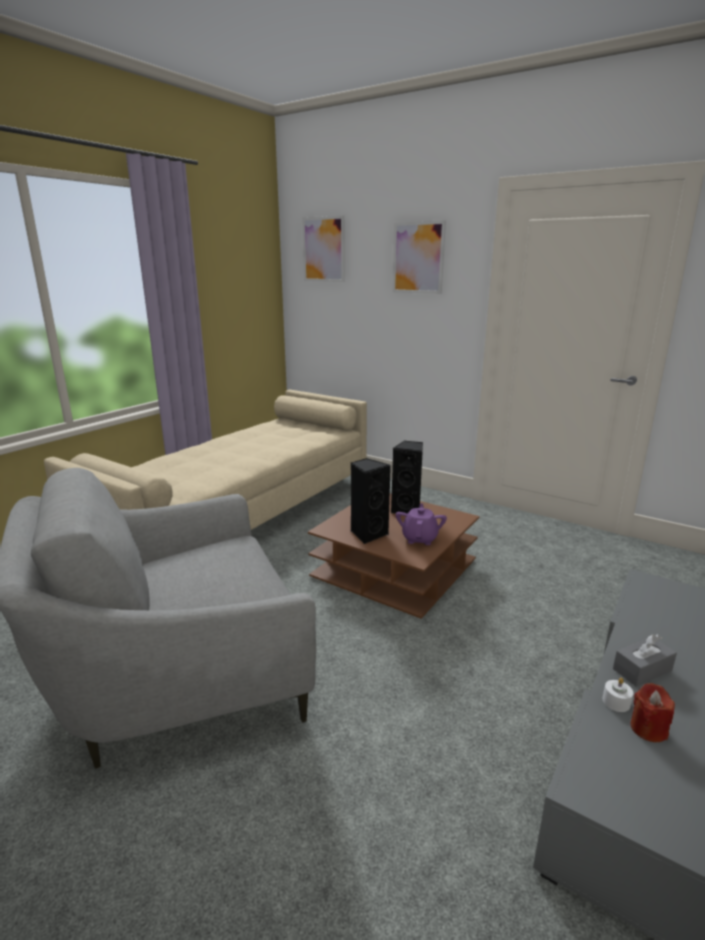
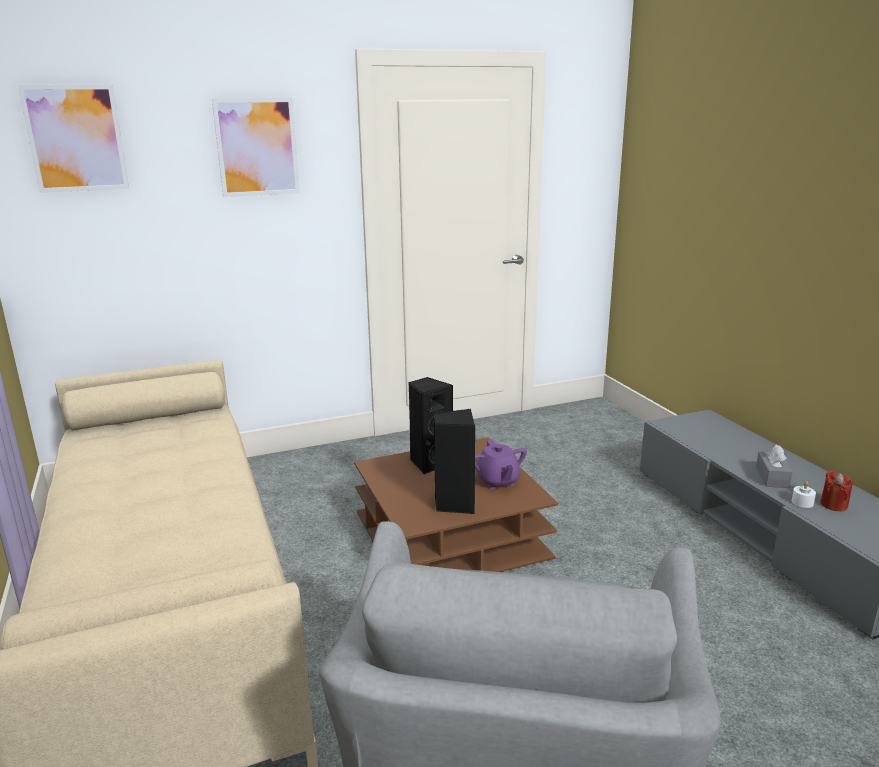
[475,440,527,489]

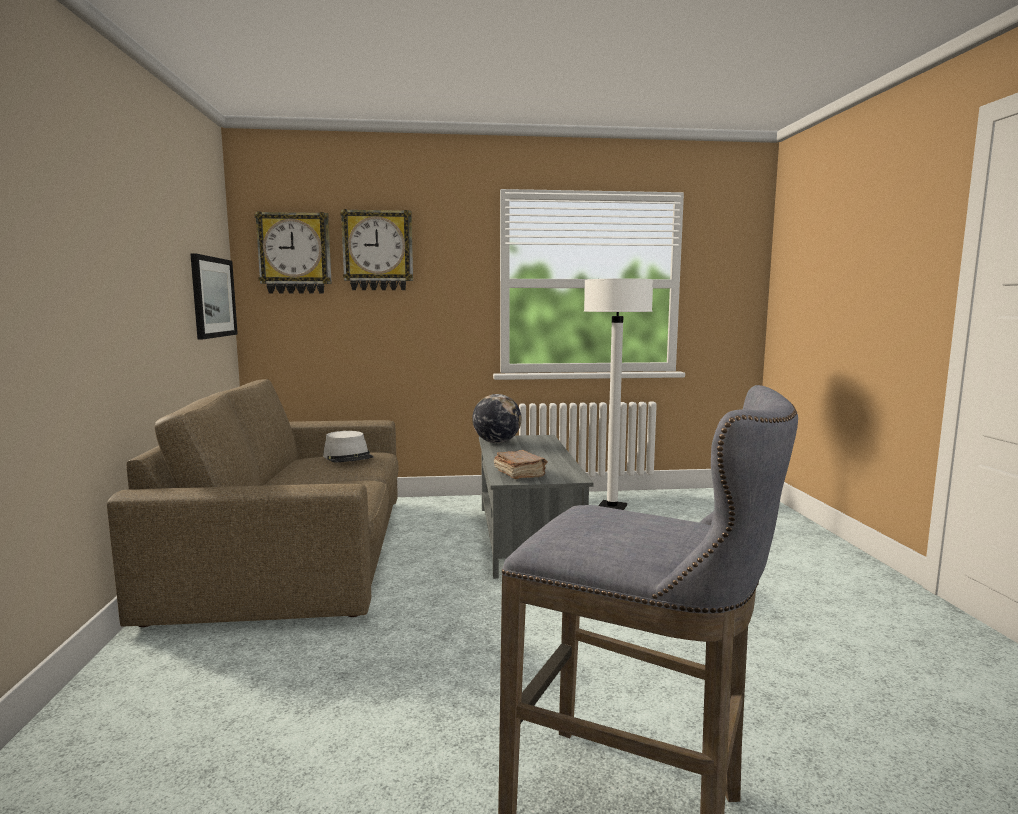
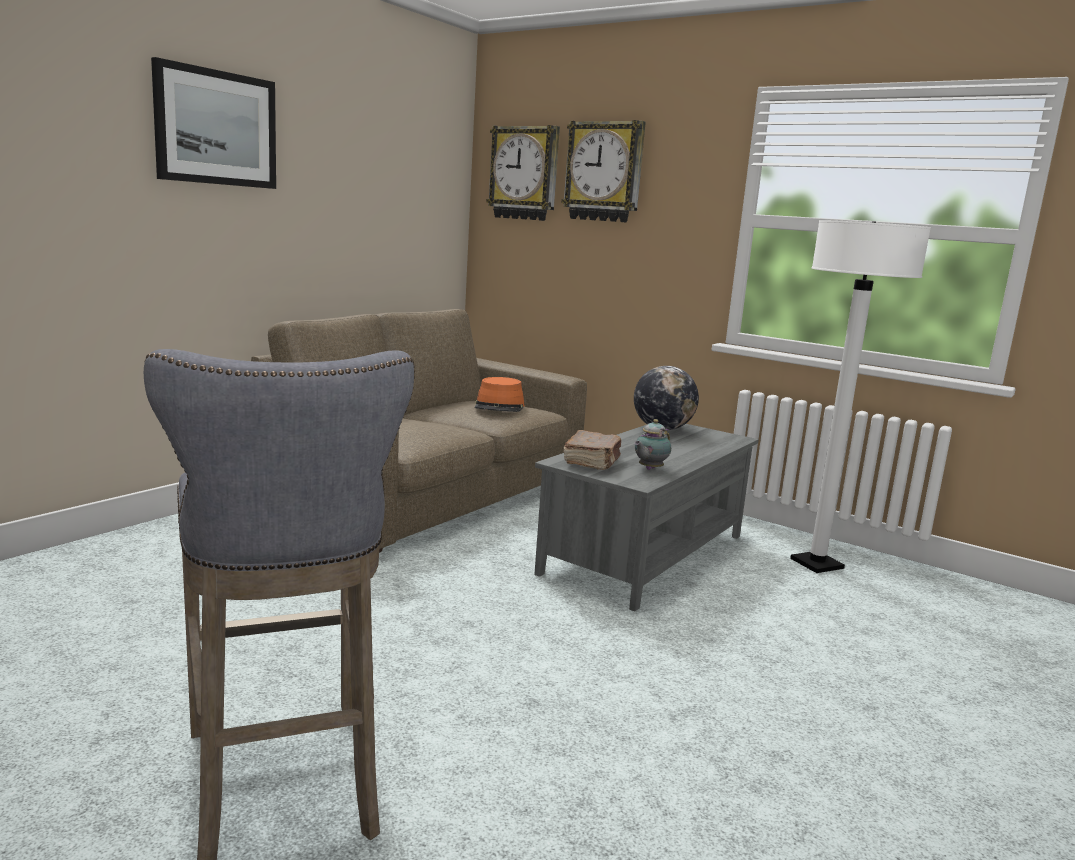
[151,57,276,189]
[475,377,524,412]
[634,419,671,470]

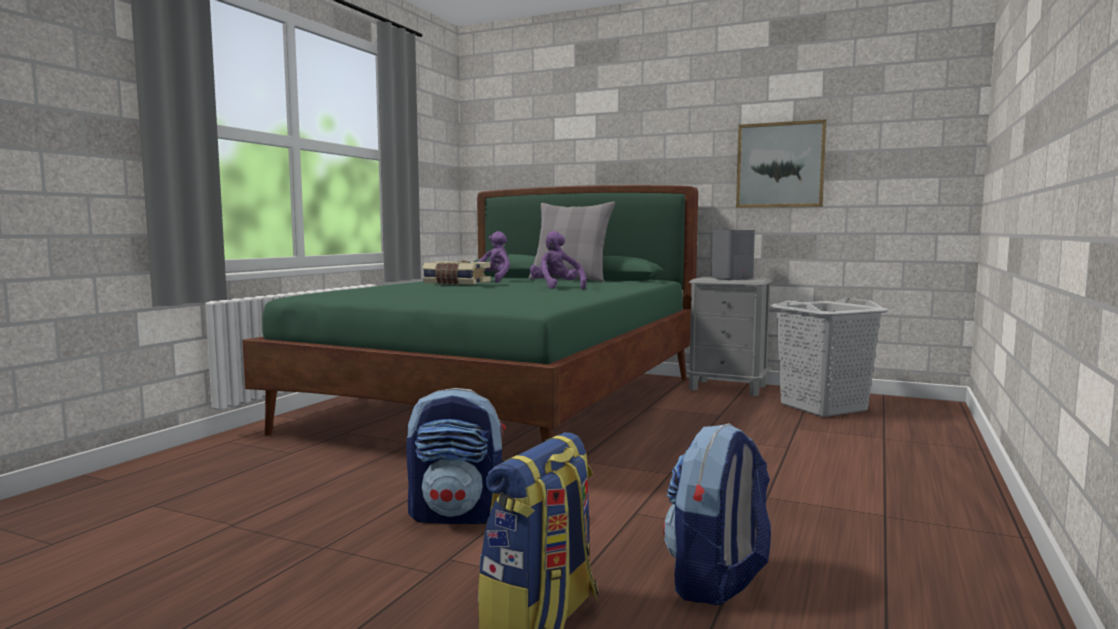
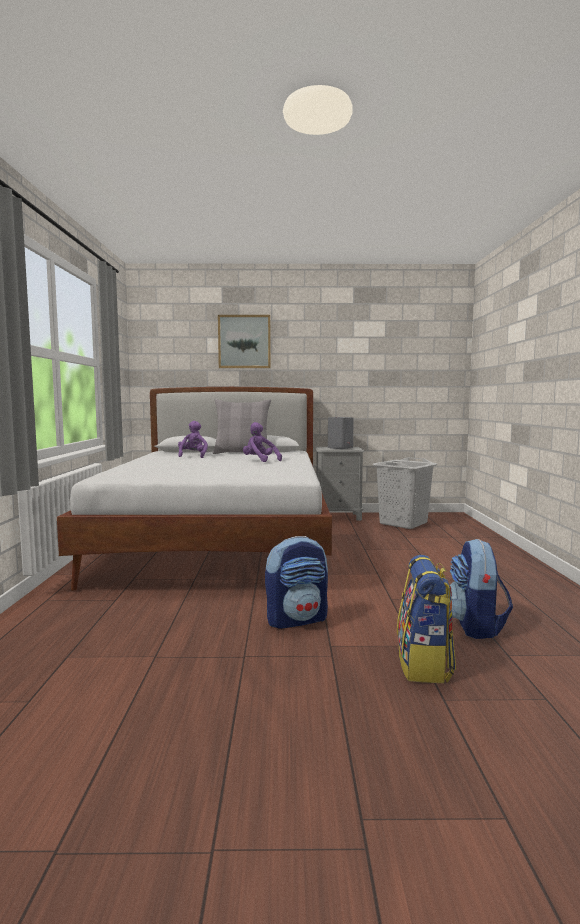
[57,387,332,591]
[218,315,271,368]
[423,260,491,285] (first image)

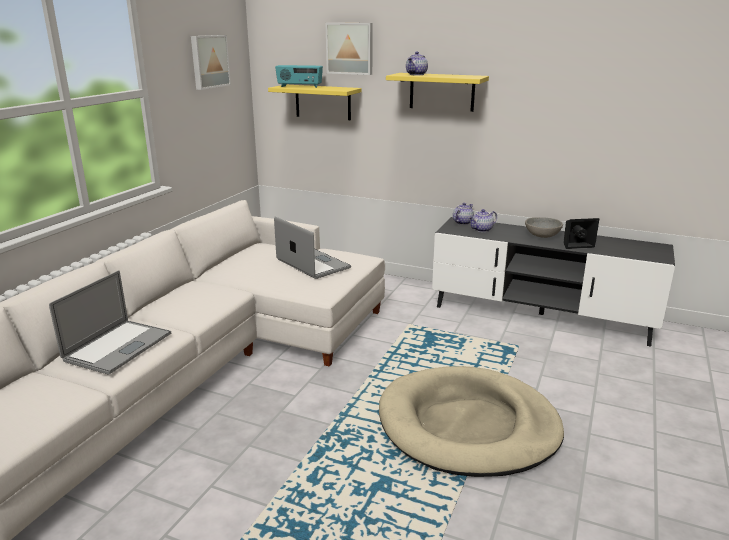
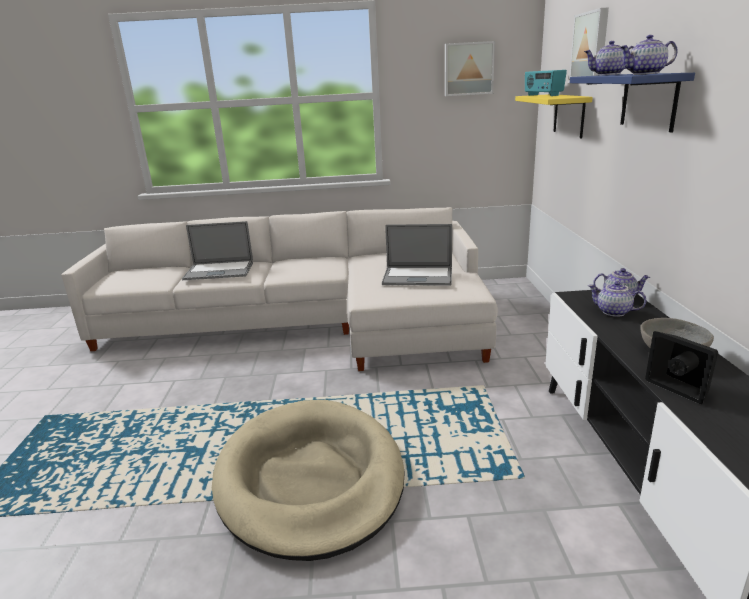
[382,224,452,286]
[570,73,695,132]
[620,35,678,75]

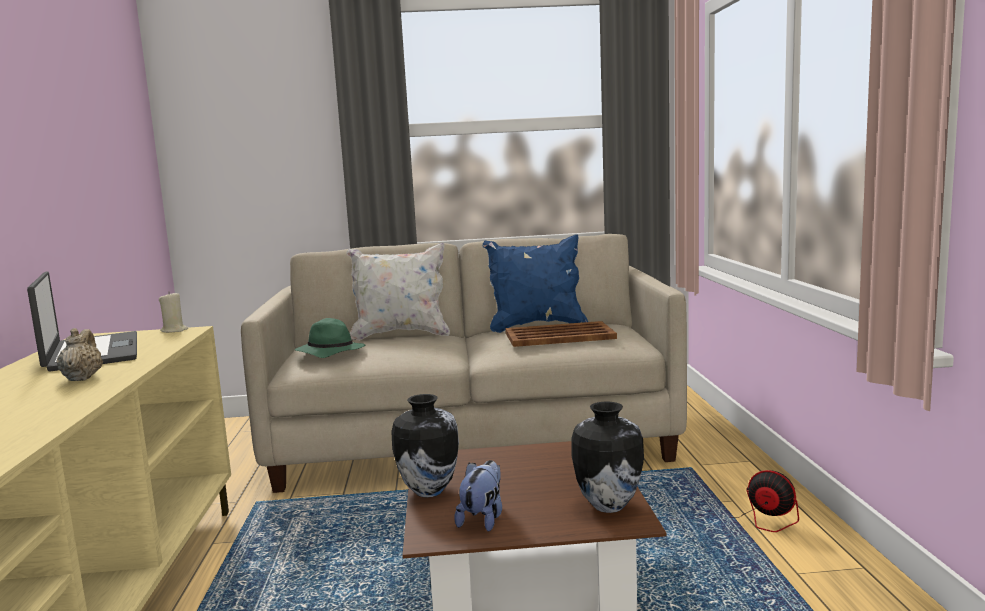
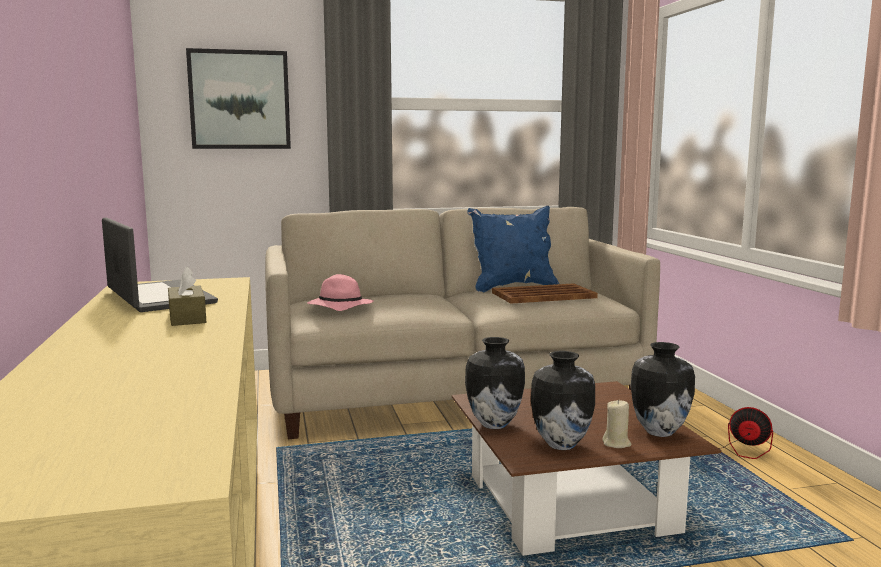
[168,266,206,326]
[186,48,291,149]
[307,274,374,311]
[531,351,595,450]
[602,399,631,448]
[346,243,450,341] (first image)

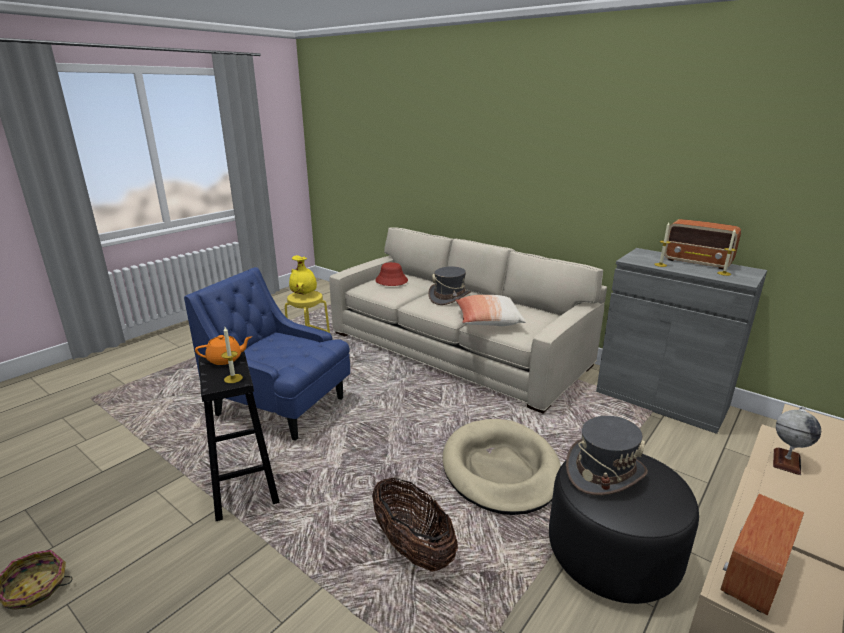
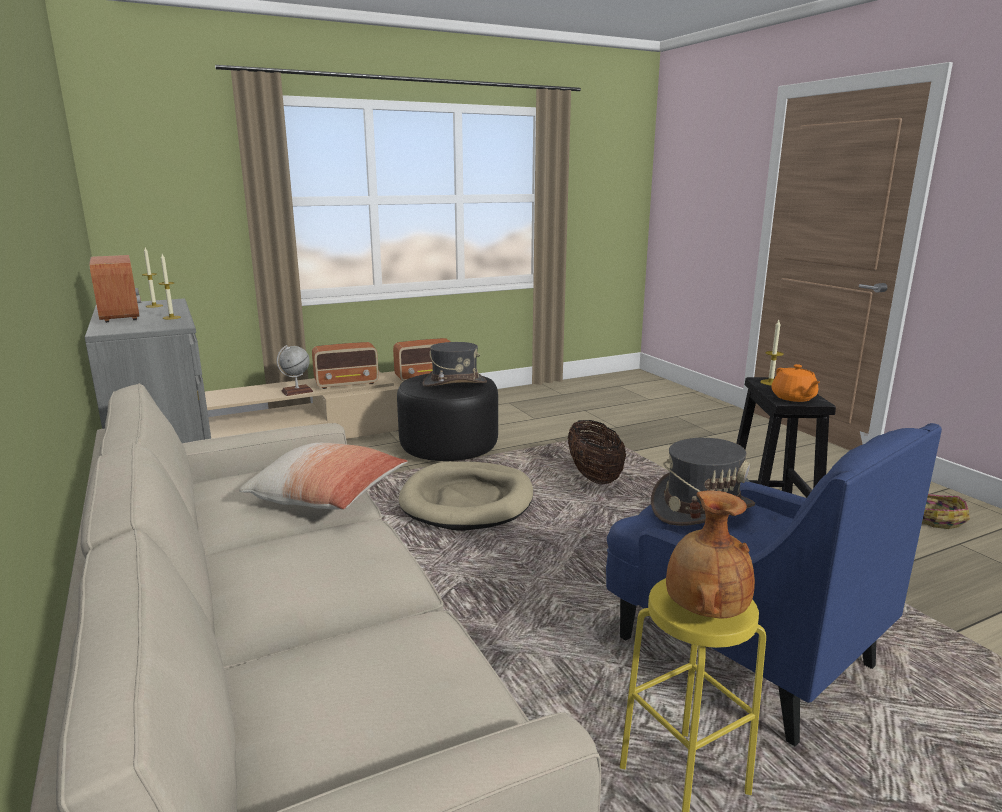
[312,342,379,389]
[651,438,755,526]
[666,490,755,619]
[771,364,820,402]
[375,262,408,286] (first image)

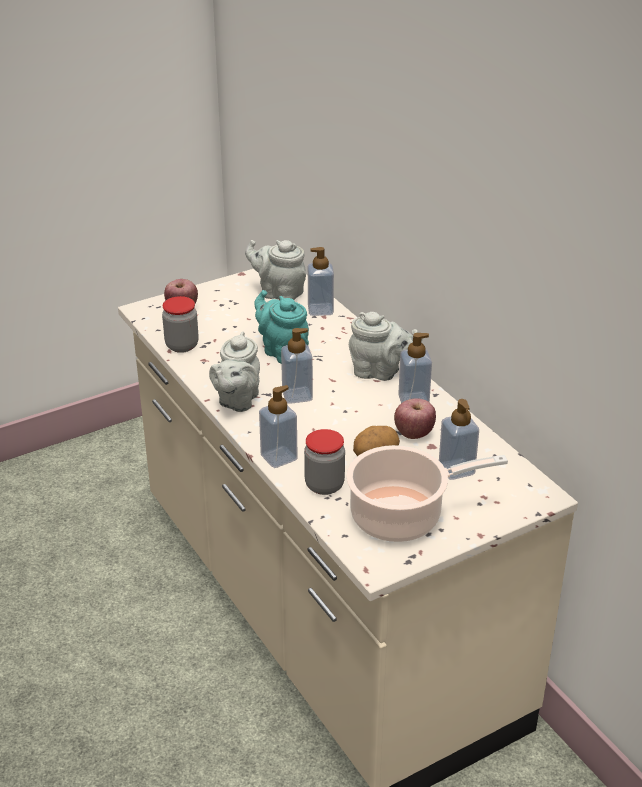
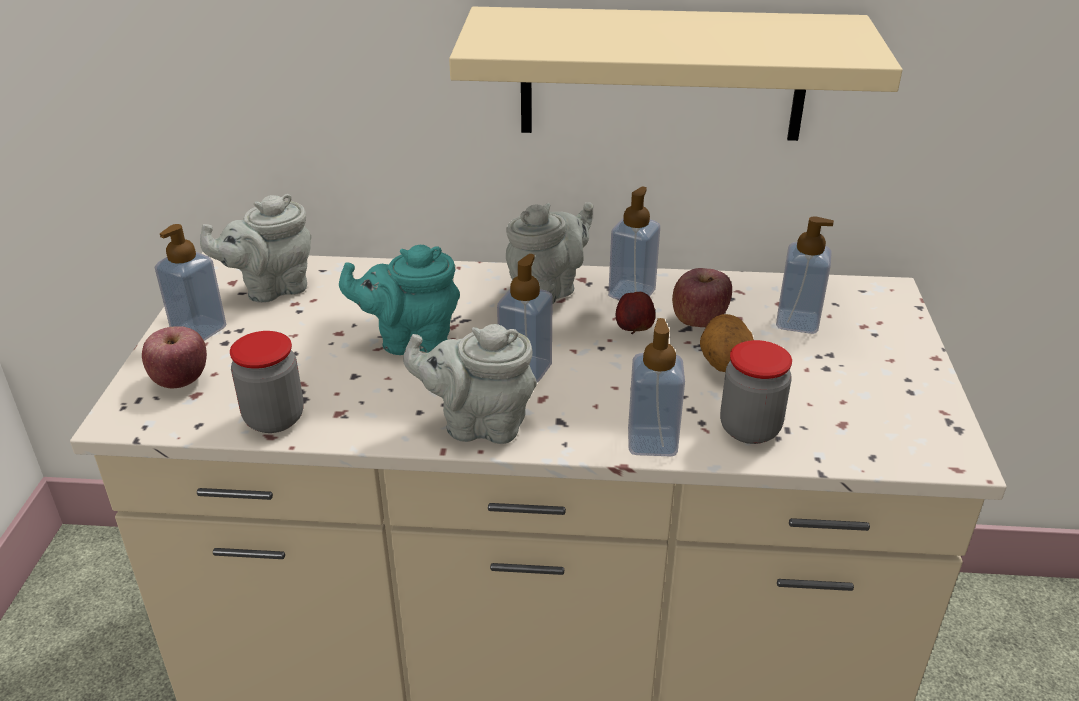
[155,224,226,341]
[403,324,537,444]
[449,7,902,141]
[616,292,655,334]
[346,445,508,542] (first image)

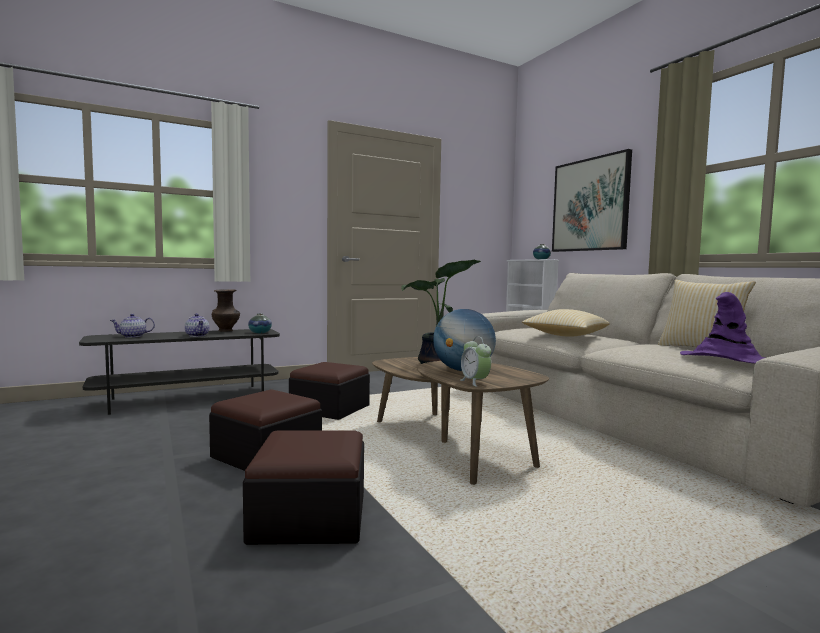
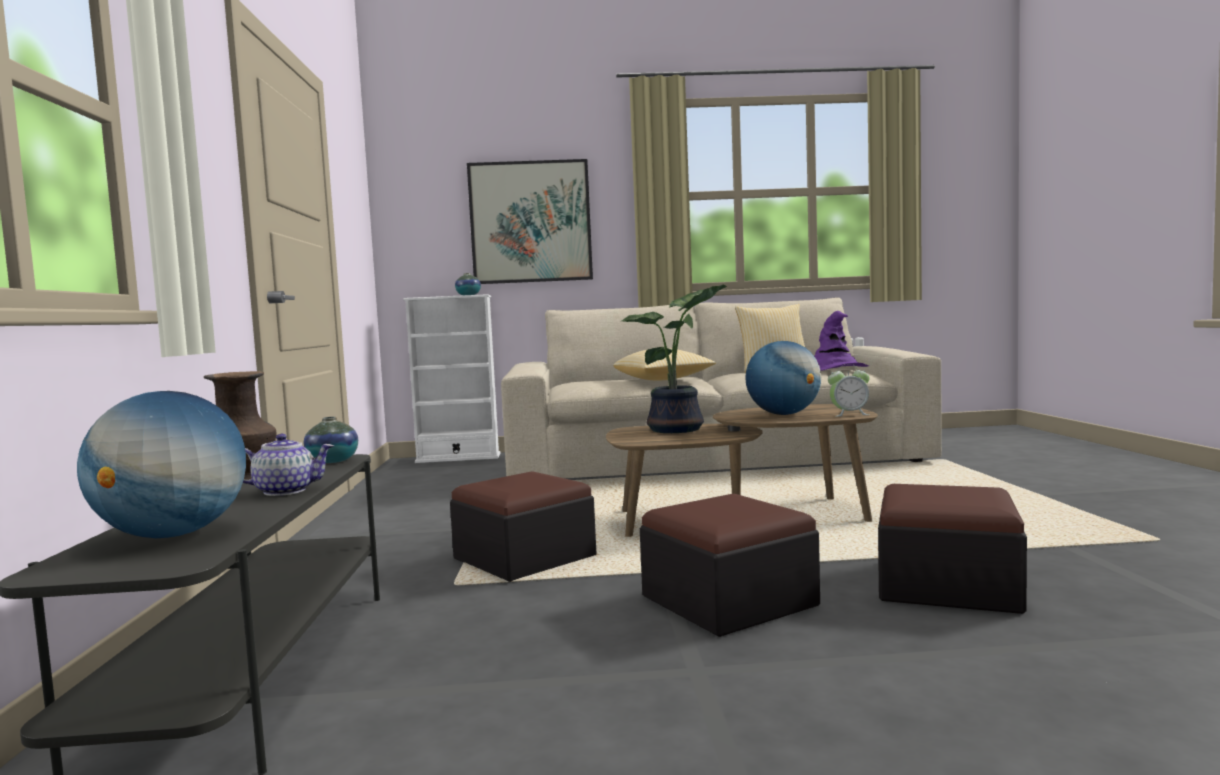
[77,391,246,538]

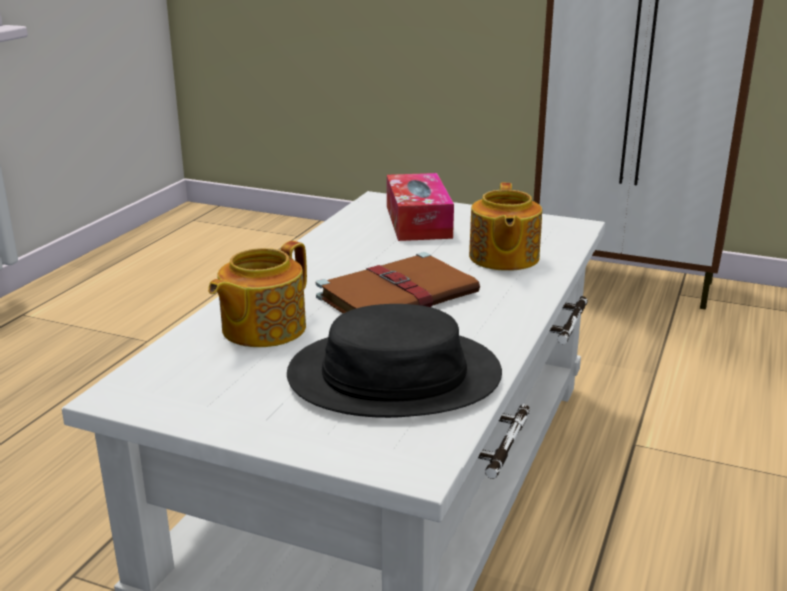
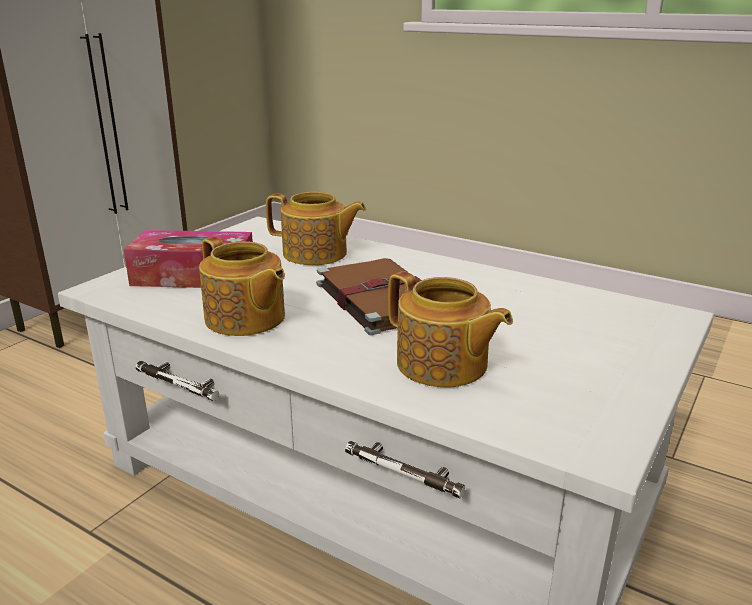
[199,237,285,336]
[287,304,502,418] (first image)

